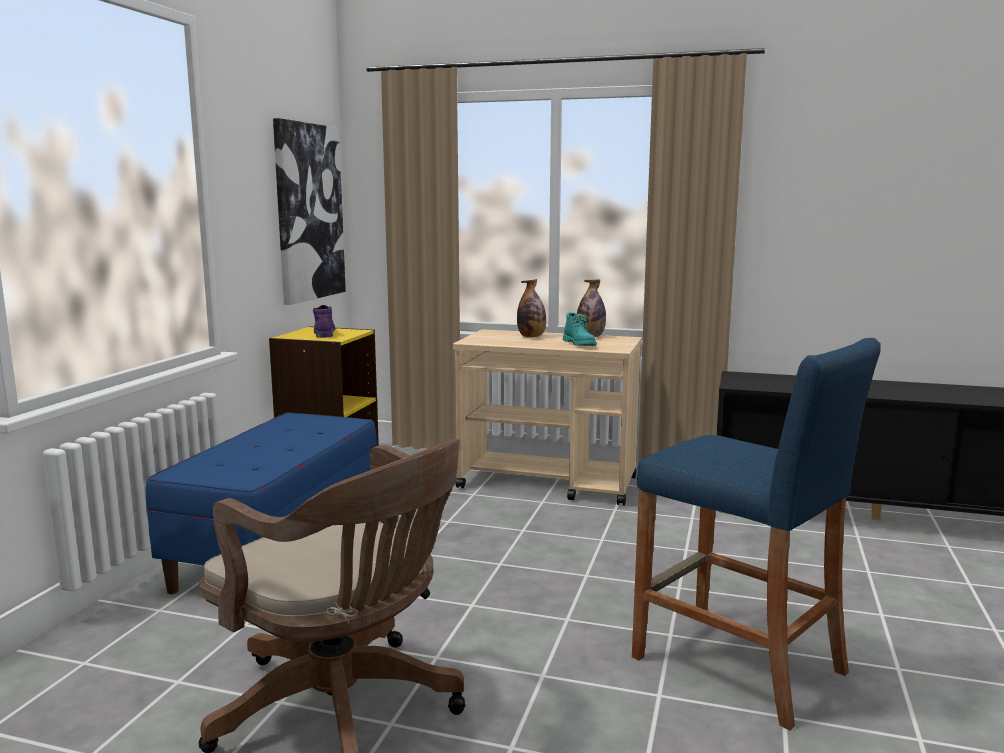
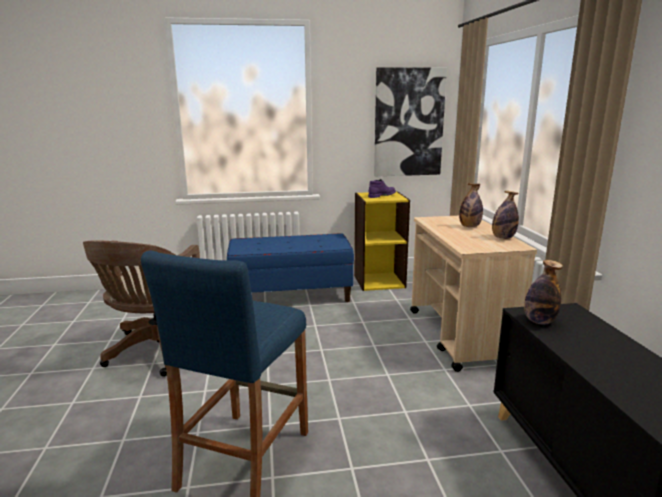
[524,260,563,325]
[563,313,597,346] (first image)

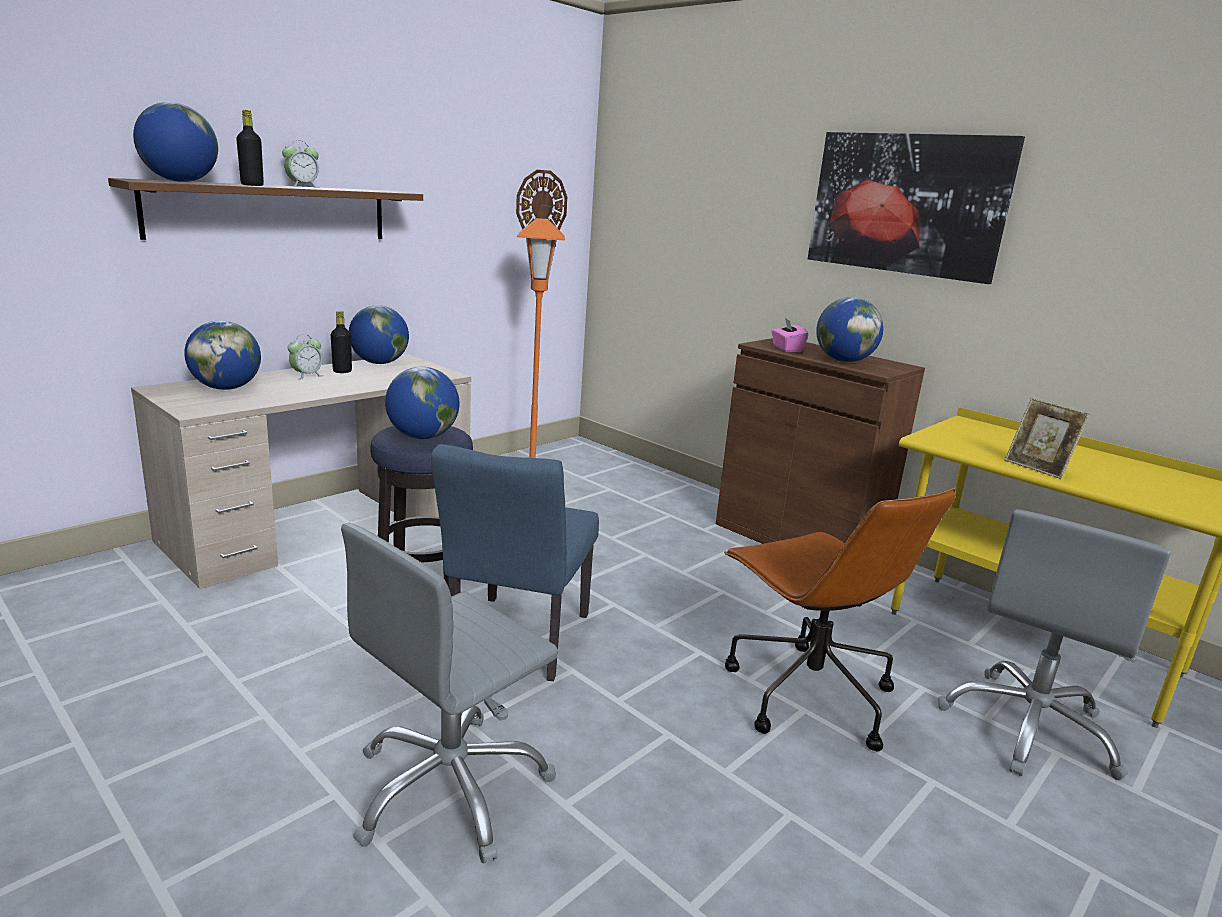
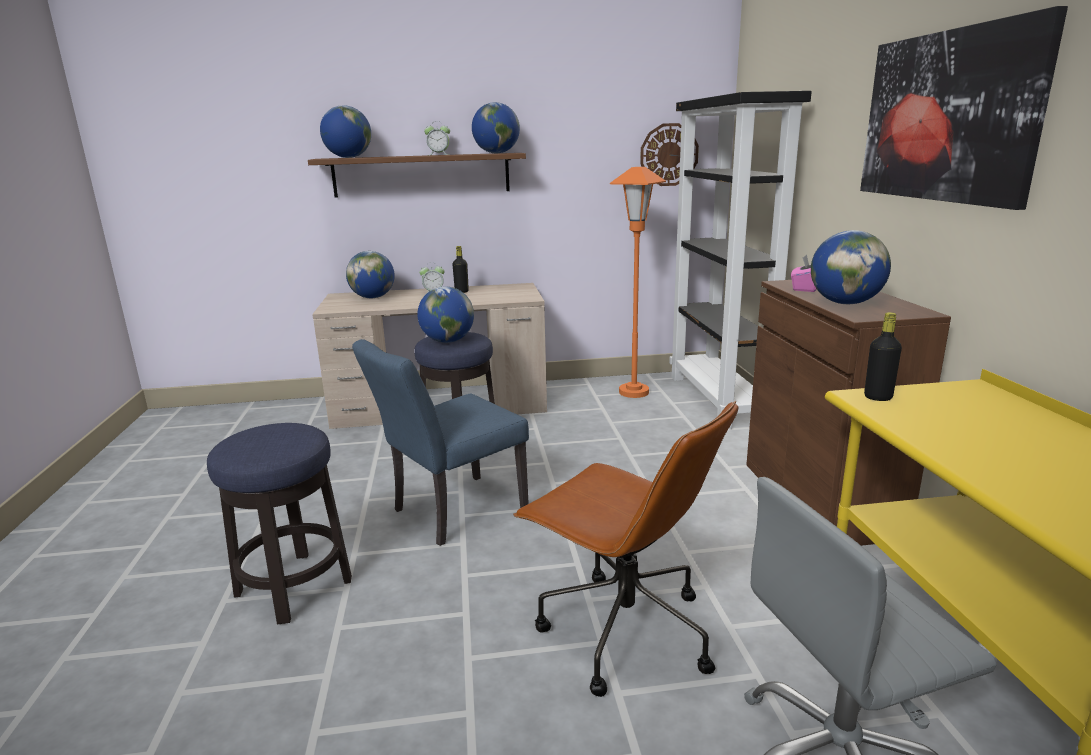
[207,423,352,625]
[472,102,520,153]
[513,400,738,697]
[669,91,812,429]
[864,312,902,401]
[1004,398,1090,479] (first image)

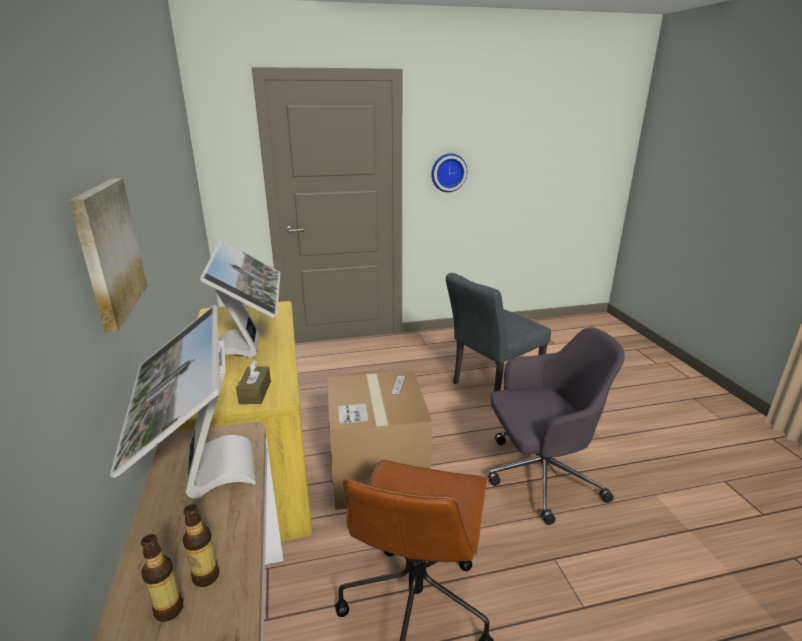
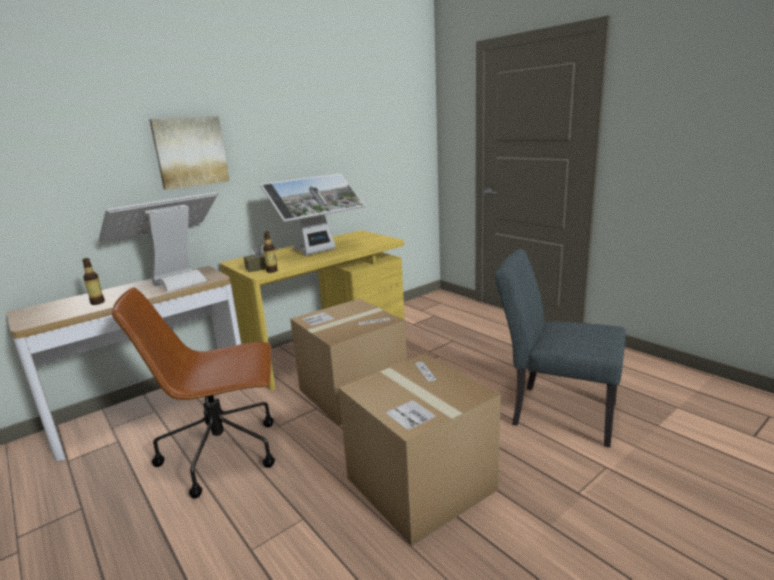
[263,231,278,273]
[338,354,501,546]
[431,153,467,192] (first image)

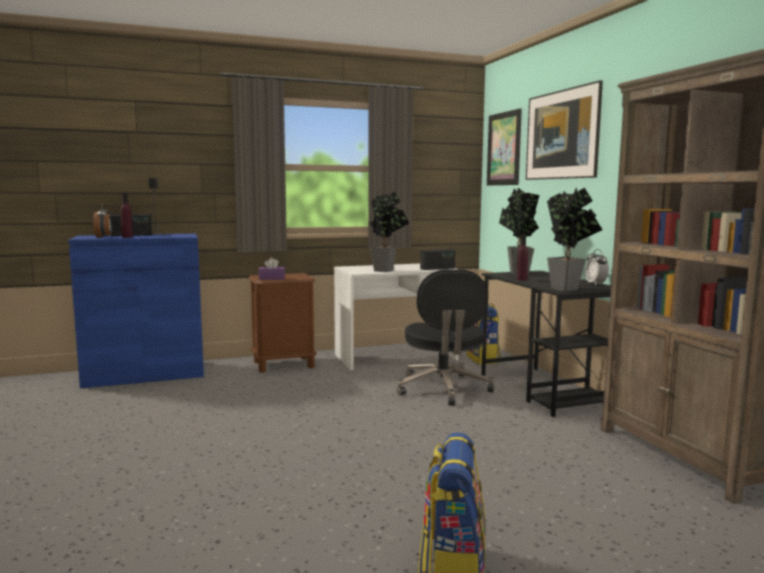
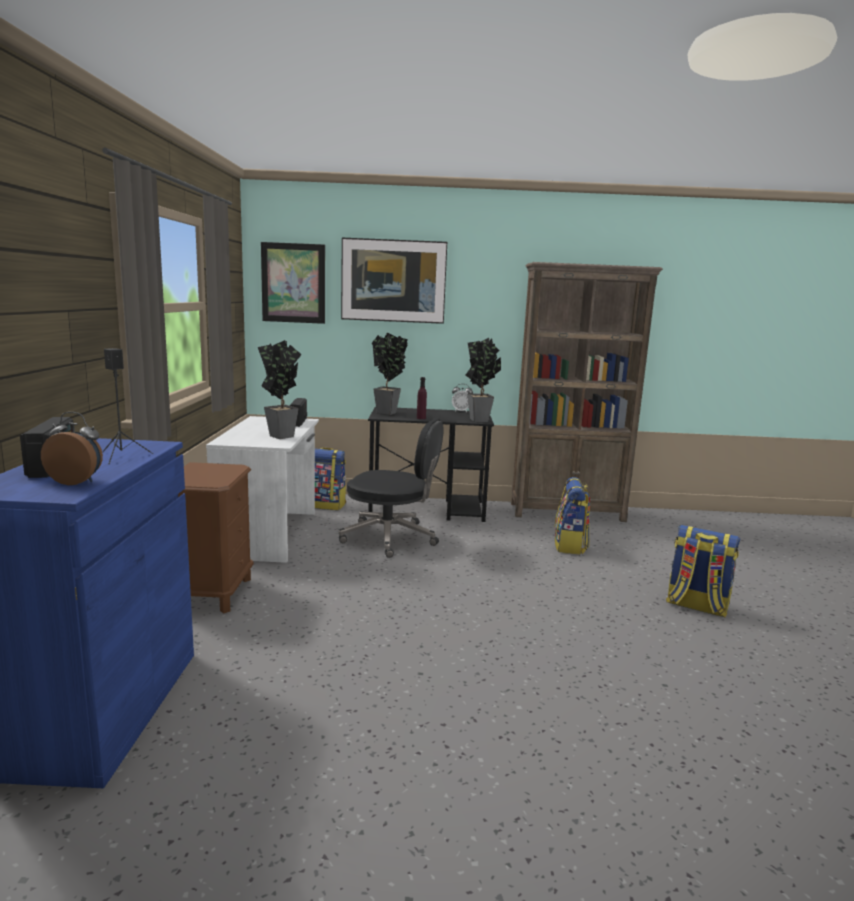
[554,477,590,554]
[120,193,133,238] (first image)
[259,257,285,280] (first image)

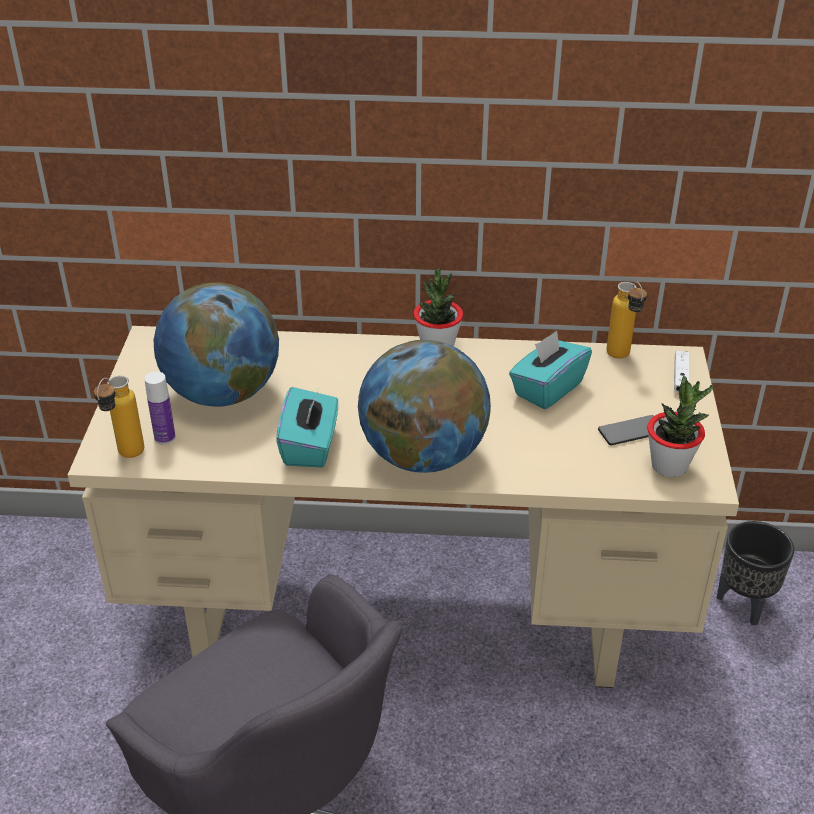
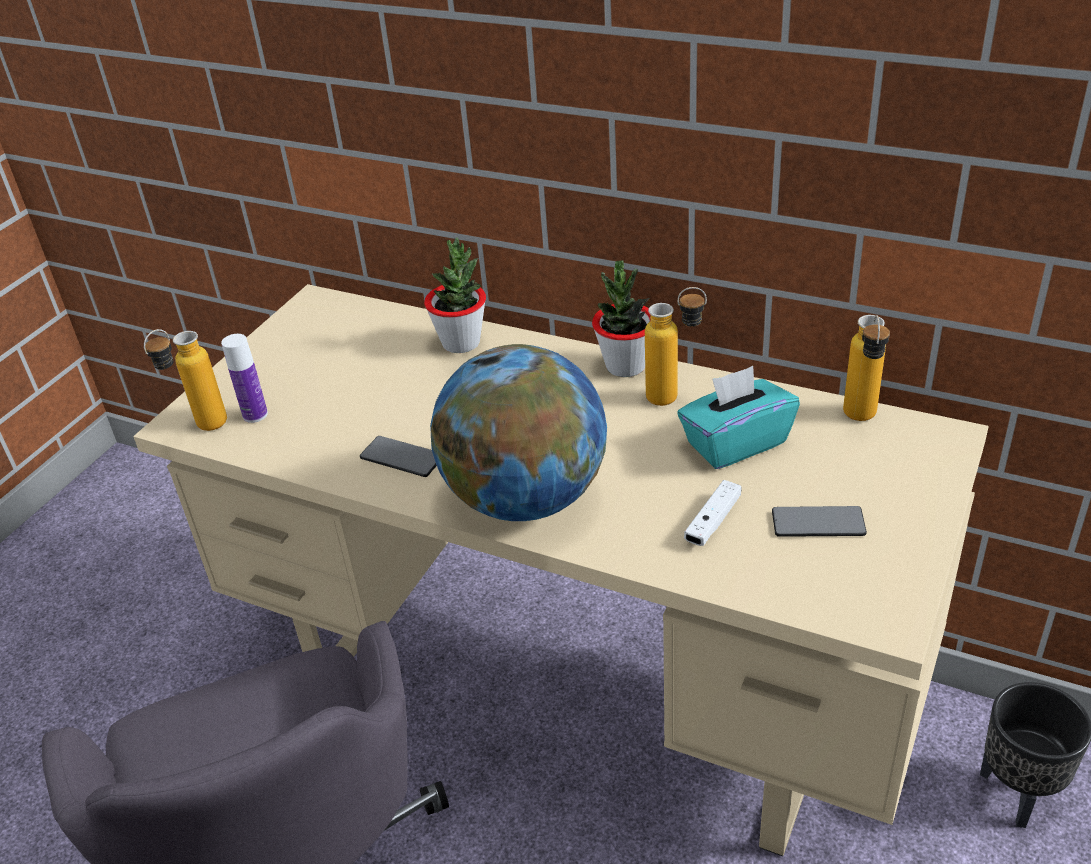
[360,436,437,477]
[424,237,486,353]
[645,287,707,406]
[684,480,741,546]
[154,282,279,407] (first image)

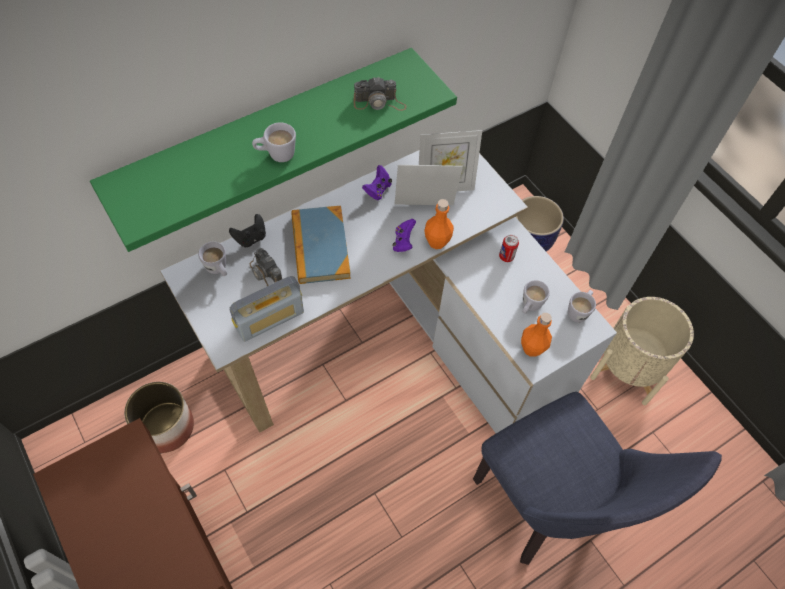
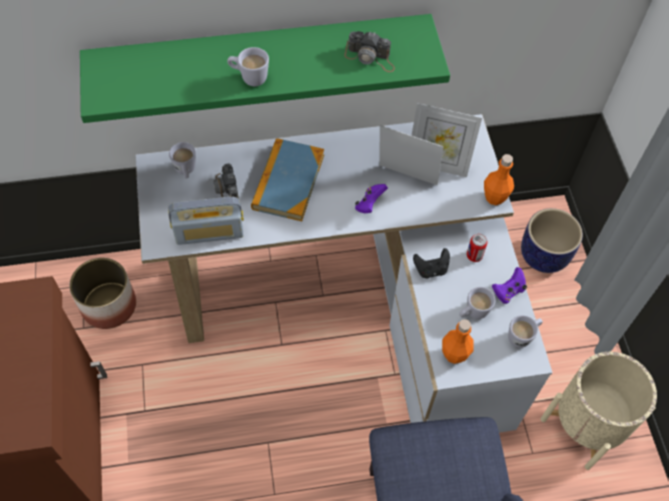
[413,248,450,278]
[484,154,514,205]
[492,267,527,304]

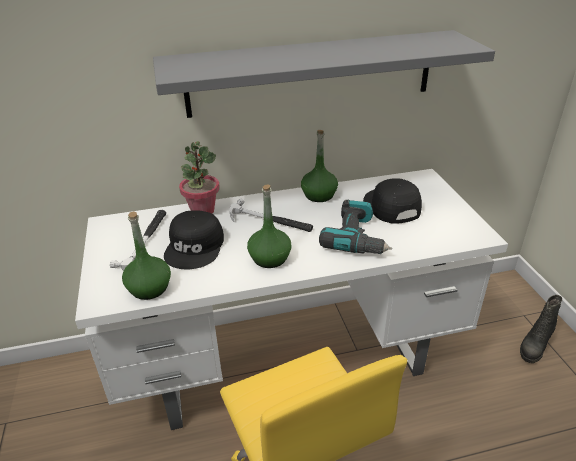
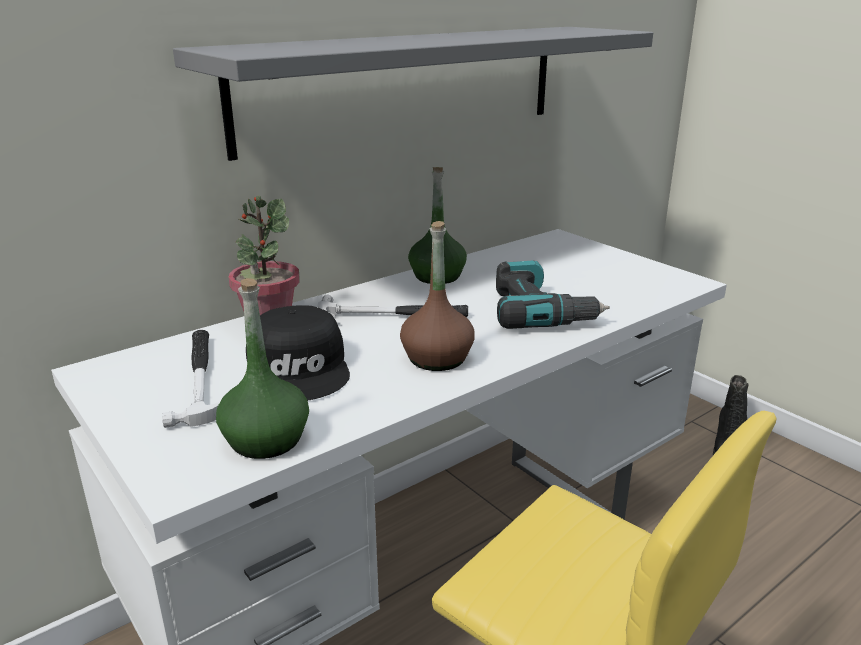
[400,221,475,371]
[363,178,422,224] (first image)

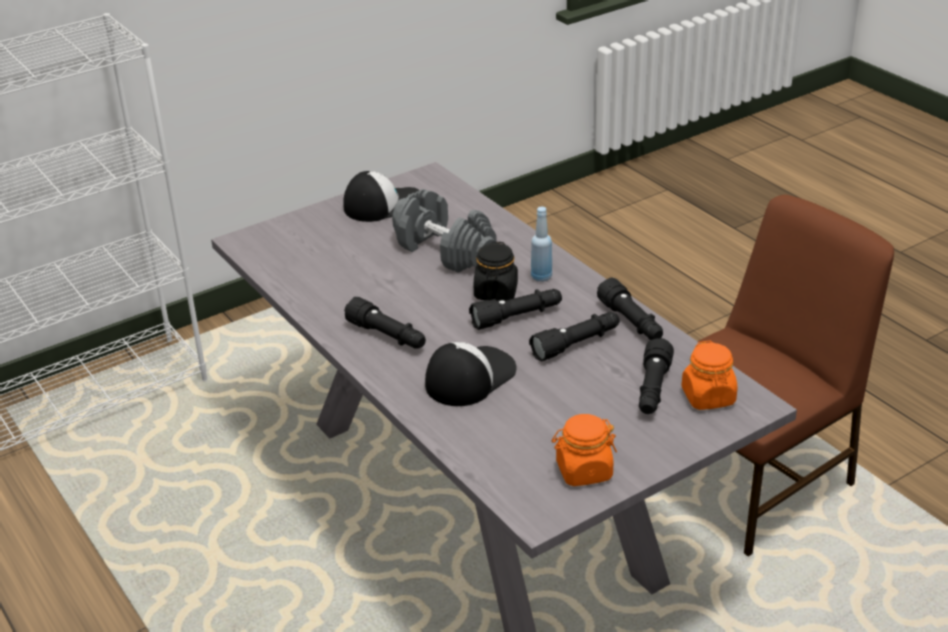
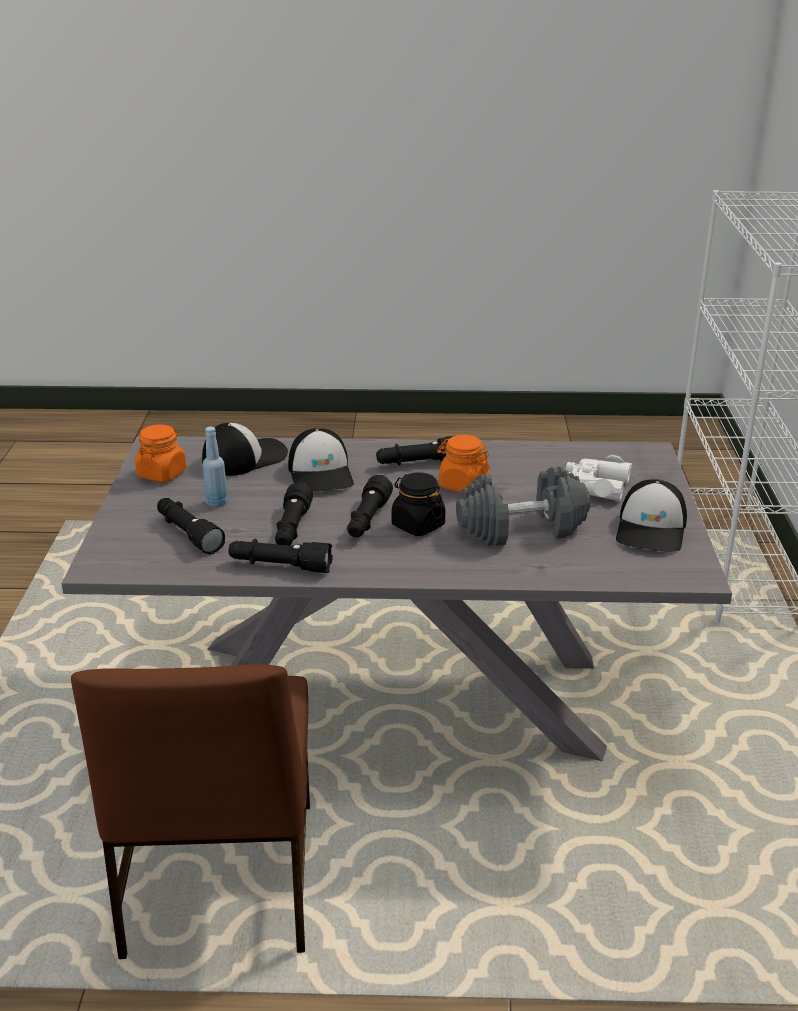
[202,423,288,476]
[203,427,228,507]
[437,435,490,492]
[566,455,632,501]

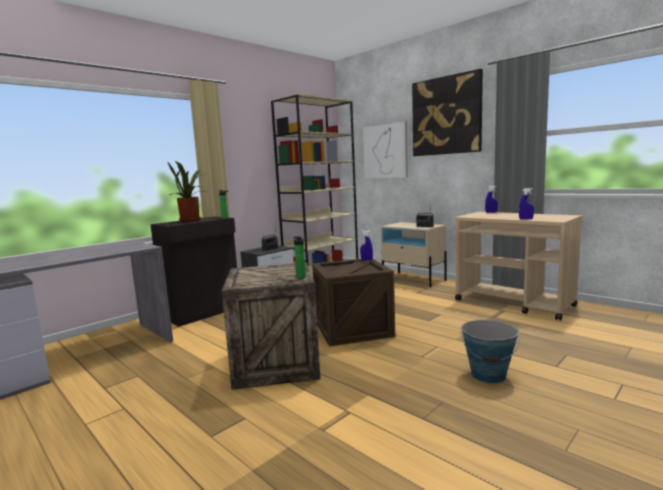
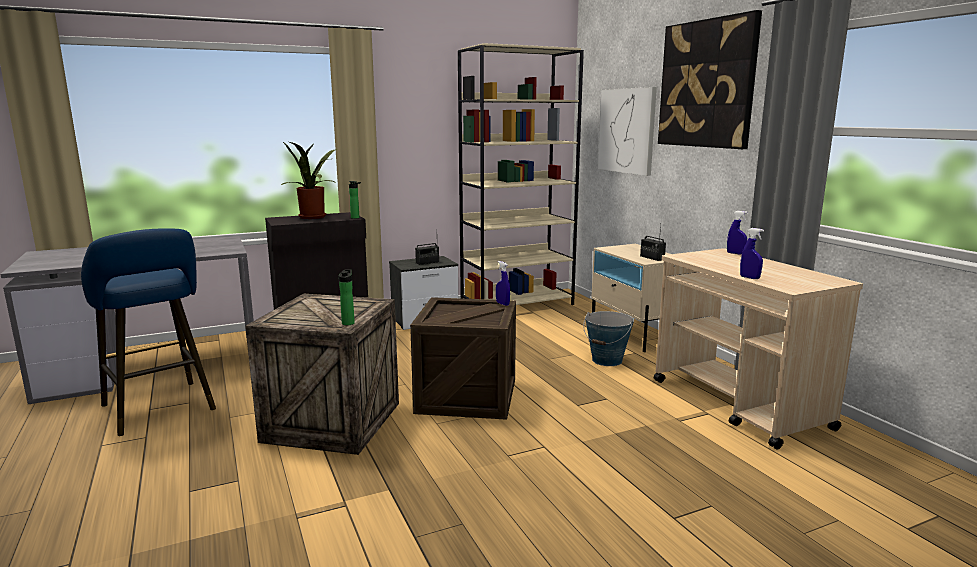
[81,228,216,436]
[583,311,634,366]

